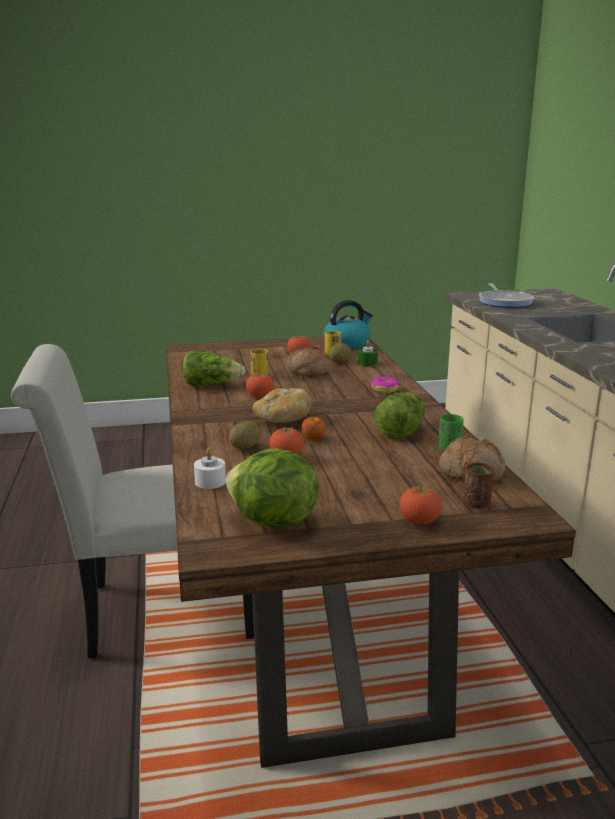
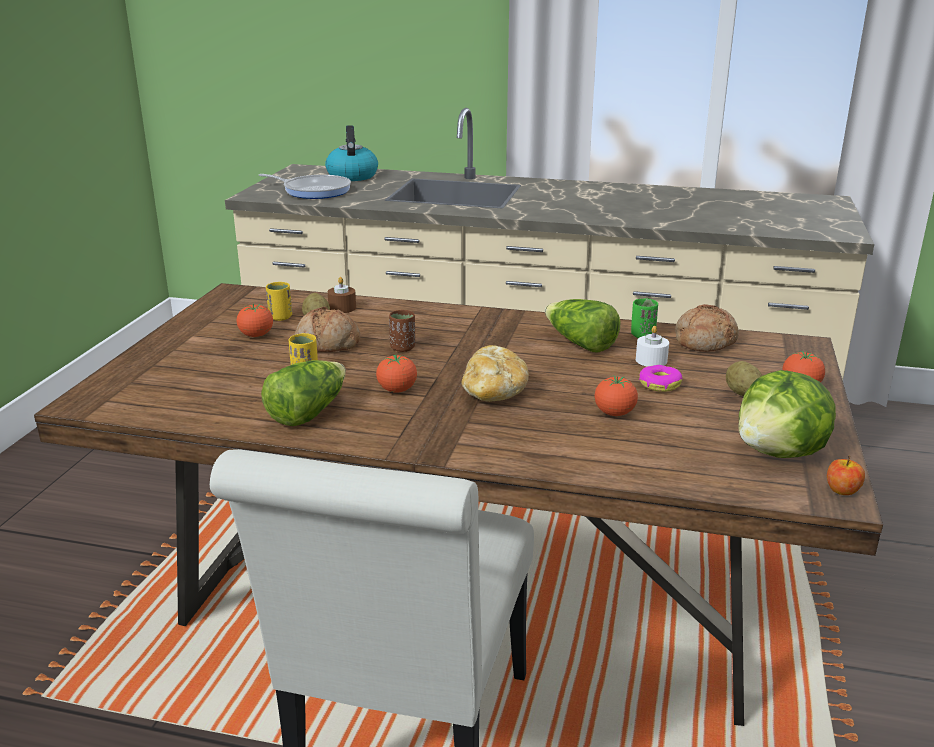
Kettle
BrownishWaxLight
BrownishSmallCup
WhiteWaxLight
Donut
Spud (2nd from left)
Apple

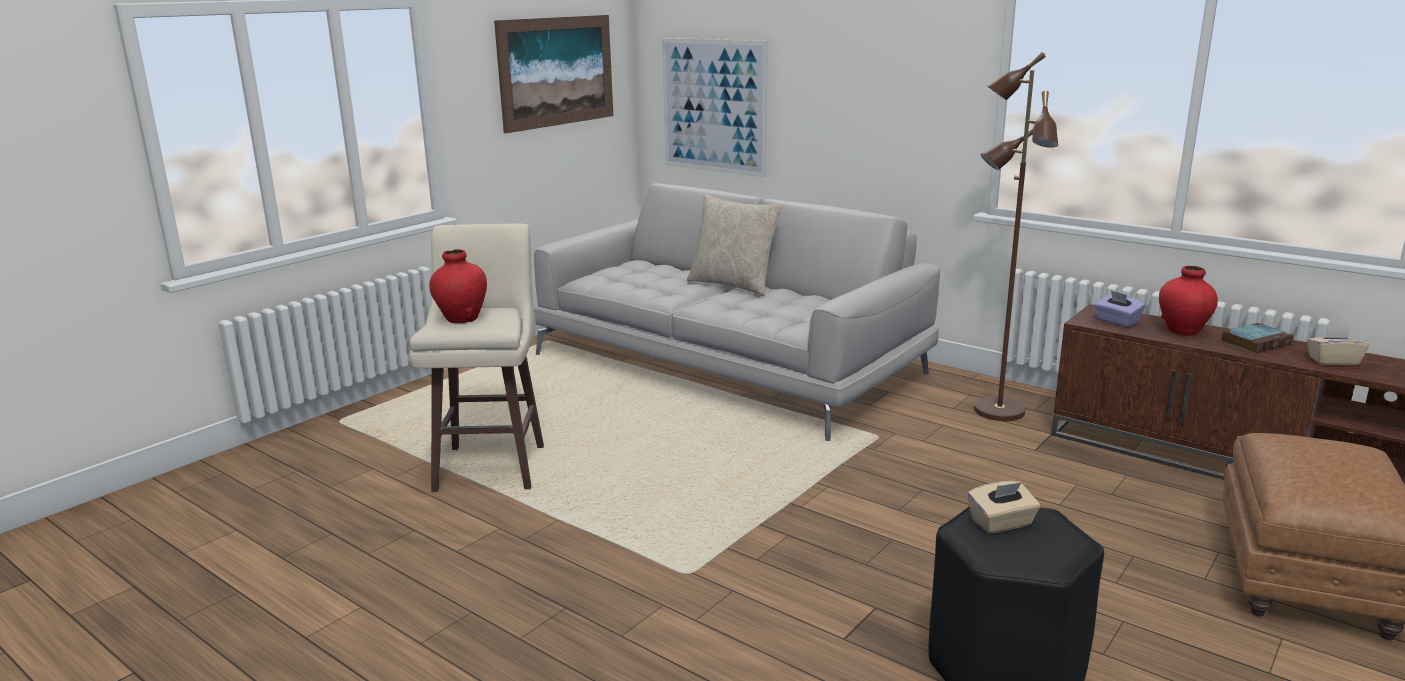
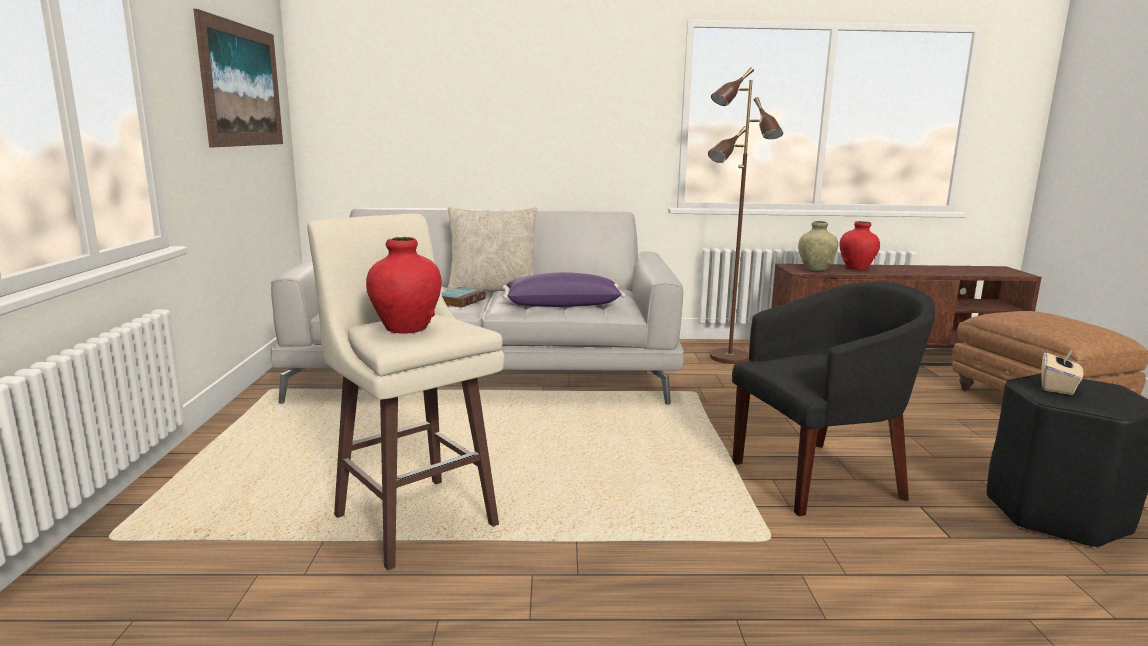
Book
PurpleColouredThrowPillow
BlackLoungeChair
BeigeDecorativeVase
WallPicture (2nd from left in the first image)
BeigeBoxOfTissues (2nd from left in the first image)

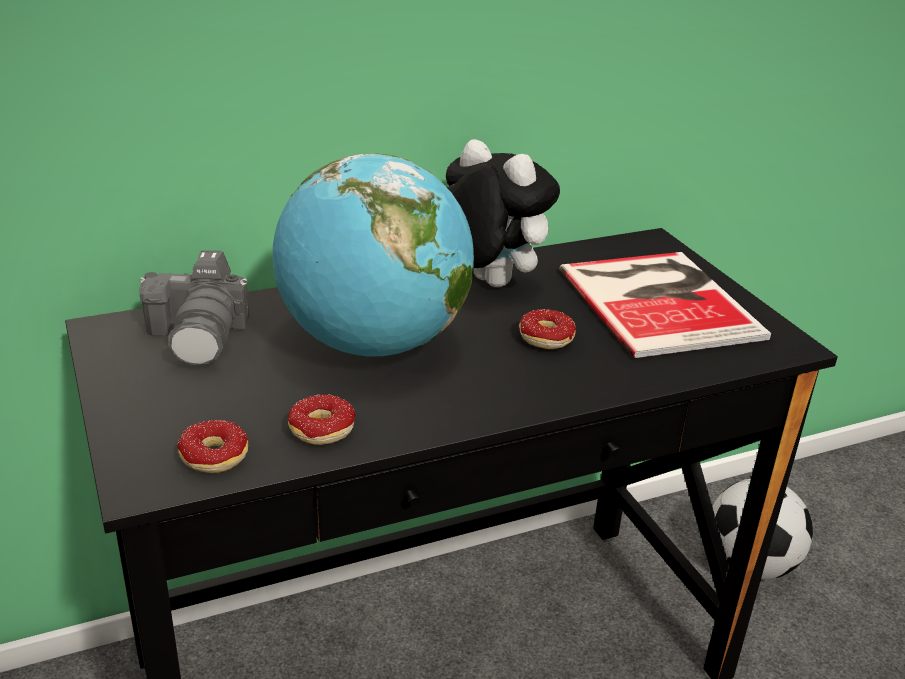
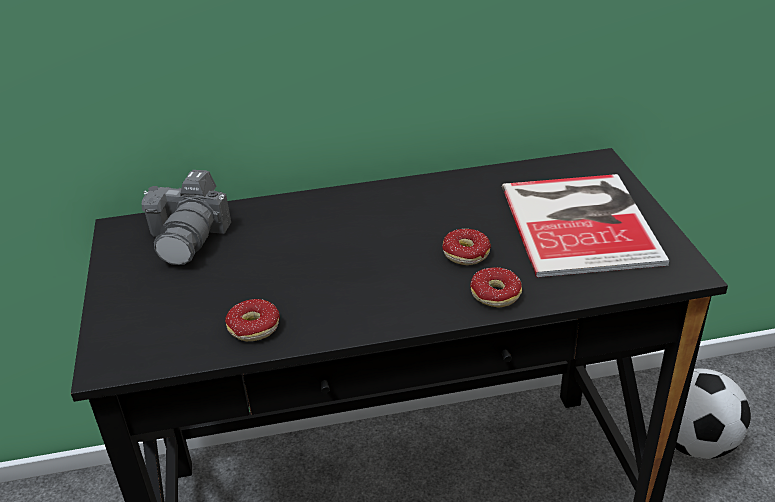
Donut (3rd from left)
WorldGlobe
CuddlyToy

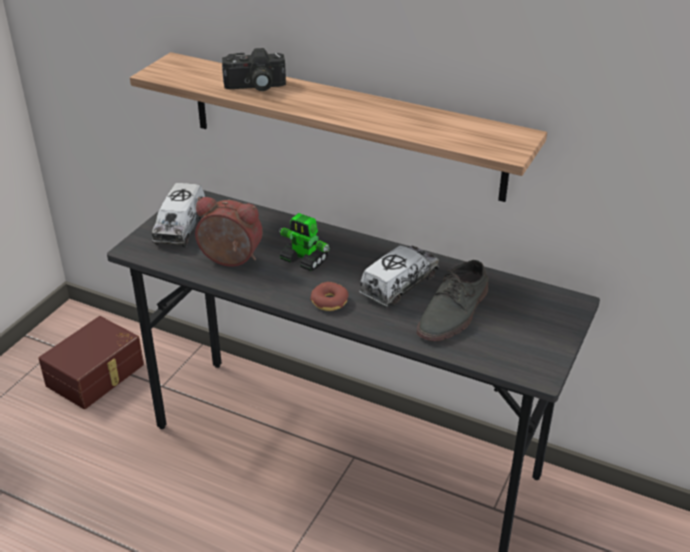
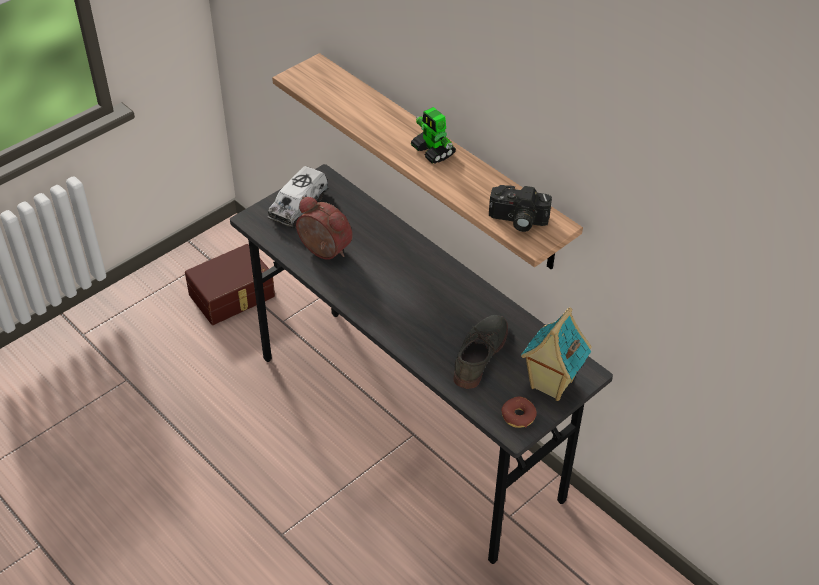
ToyRobot
GreyishShoe
PhotoCamera
Donut
ModelHouse
ToyTruck (2nd from left in the first image)

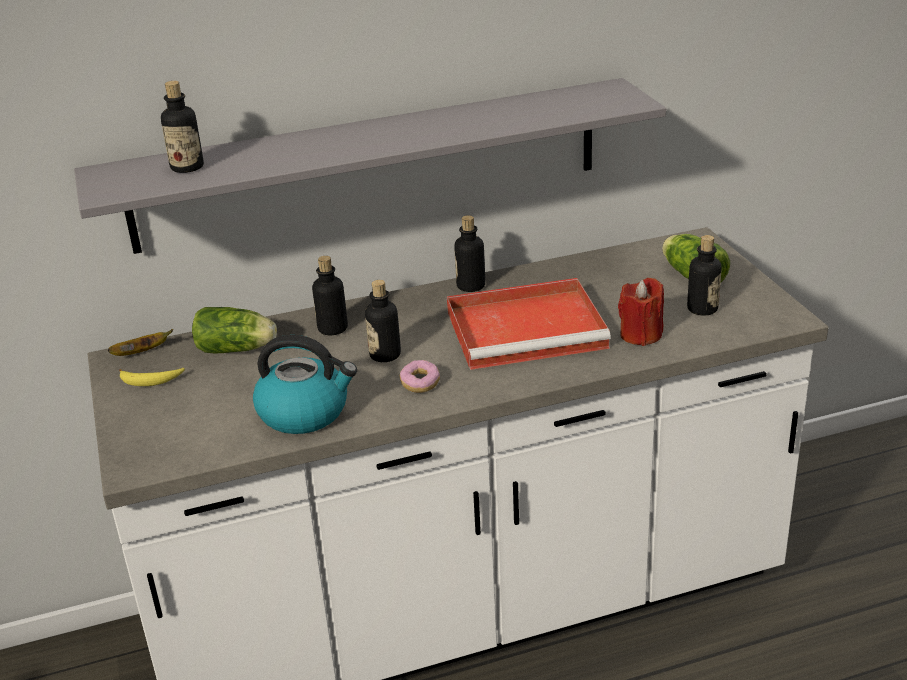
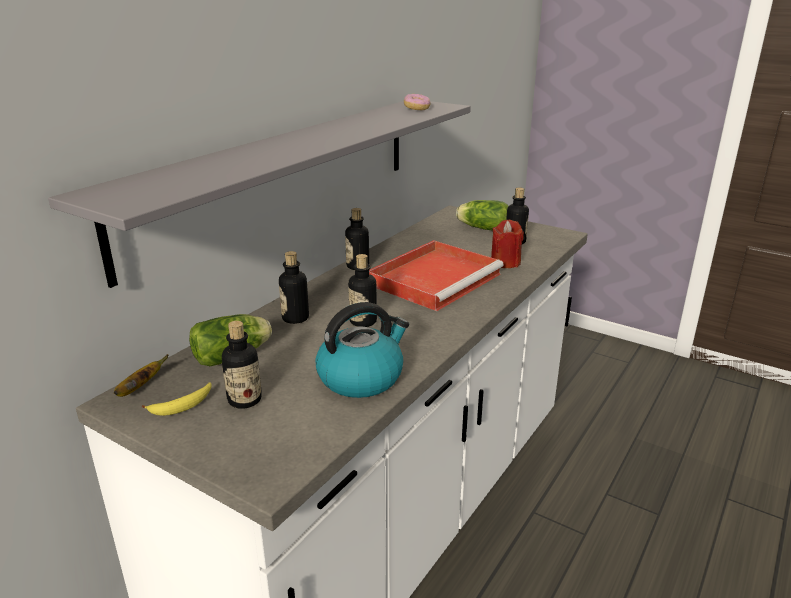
DrinkBottle (1st from left)
Donut

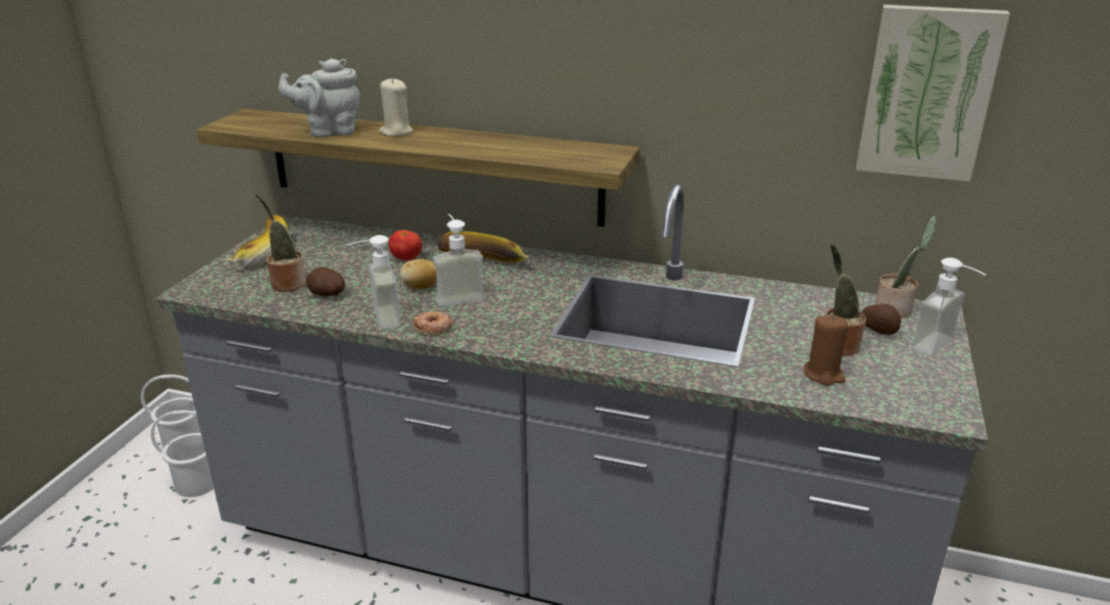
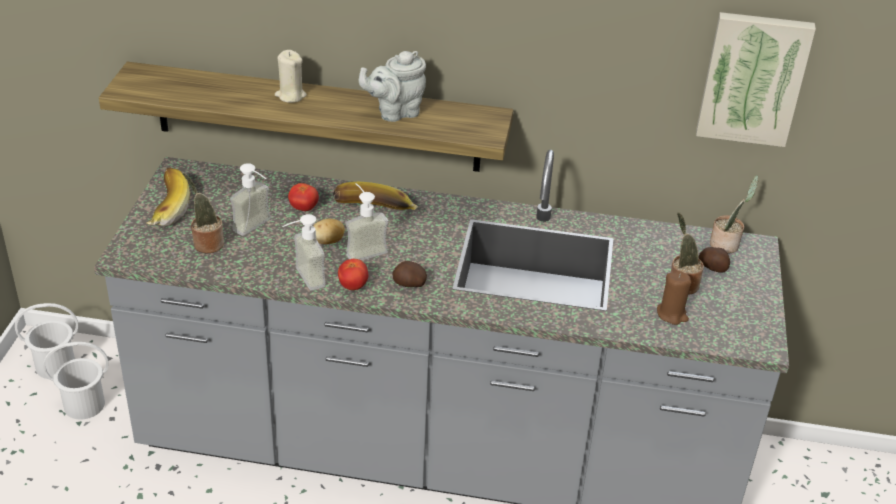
SoapDispenser (1st from left)
WholeTomato (2nd from left)
GreyishTeapot
Spud (2nd from left)

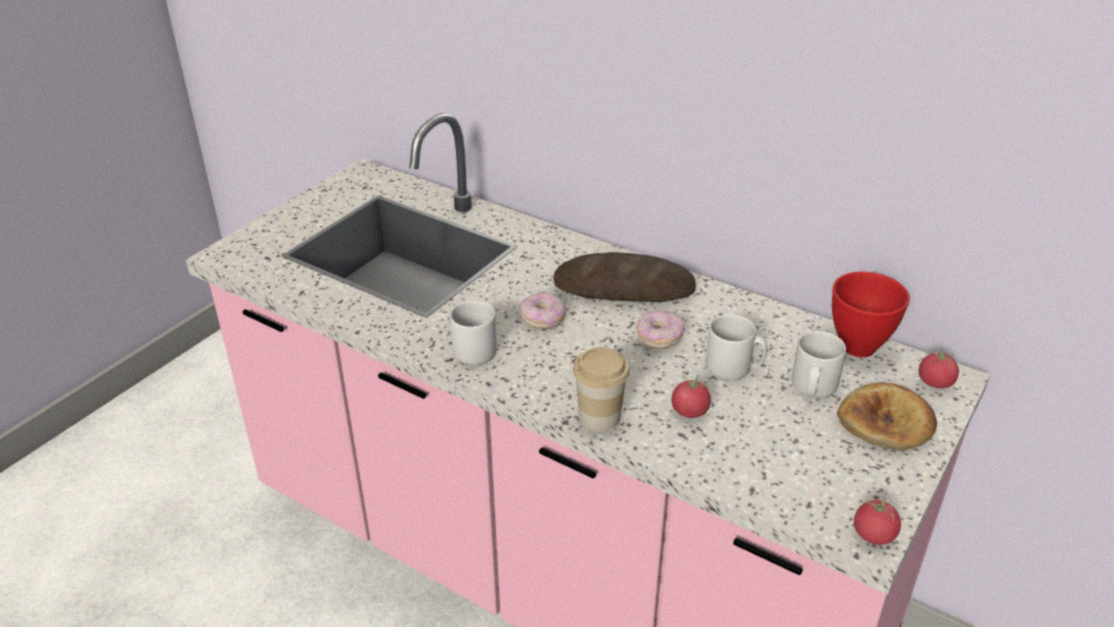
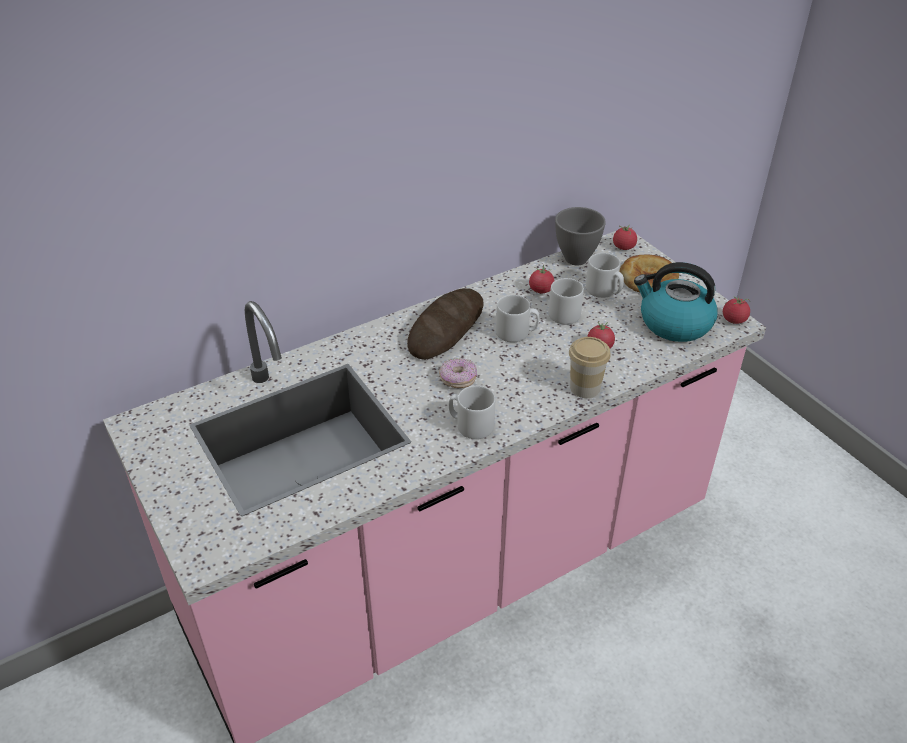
GreyishMug (2nd from left)
WholeTomato (1st from left)
GreyishDeepDish
Kettle

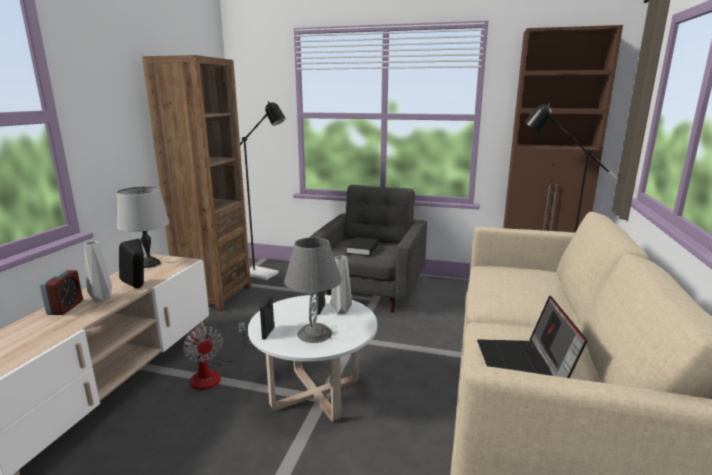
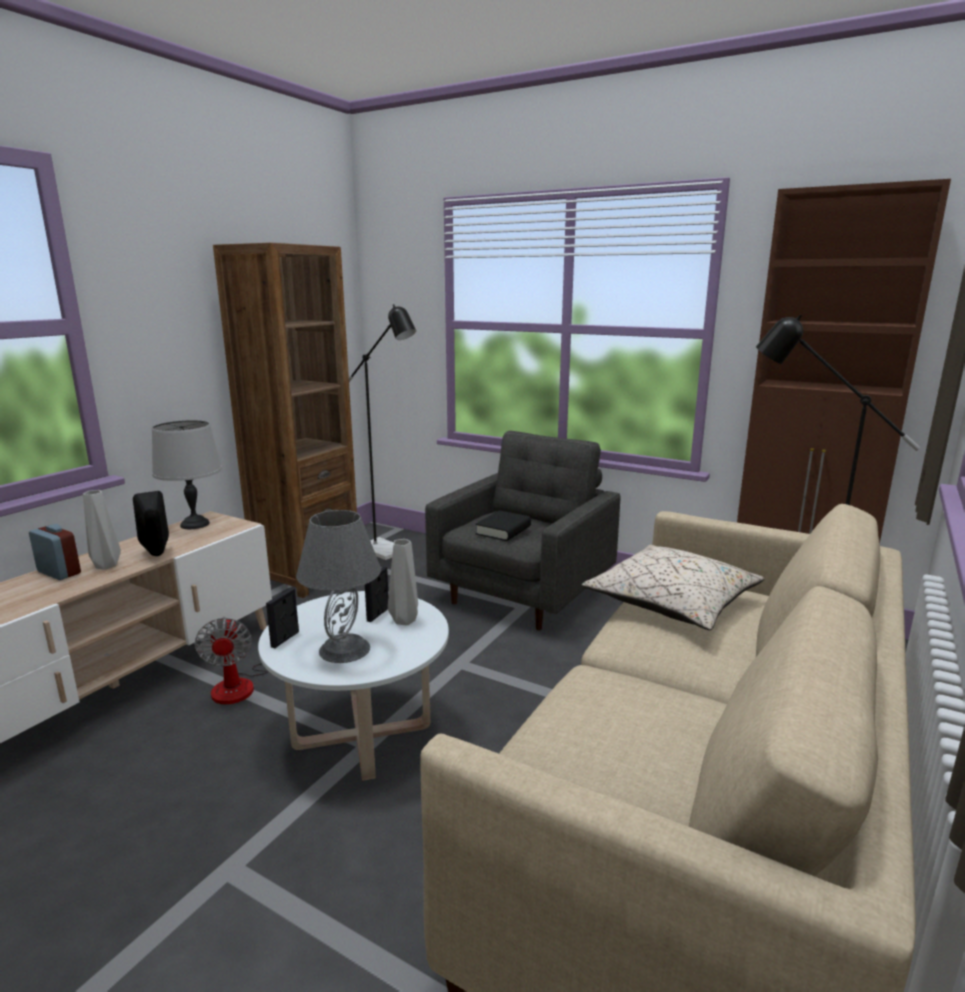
BedsideClock
BeigeThrowPillow
Laptop

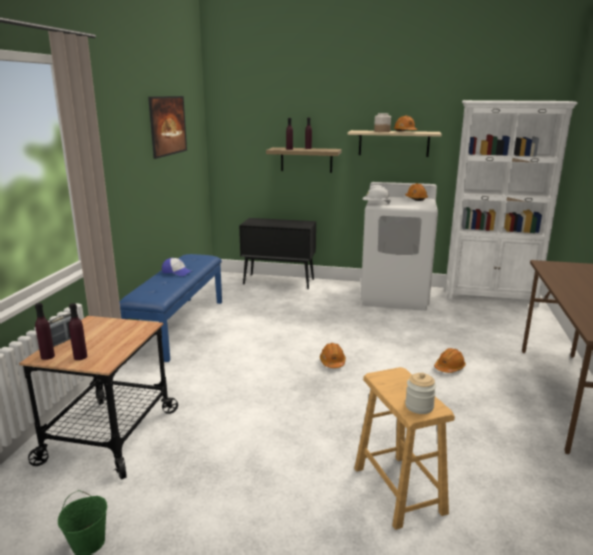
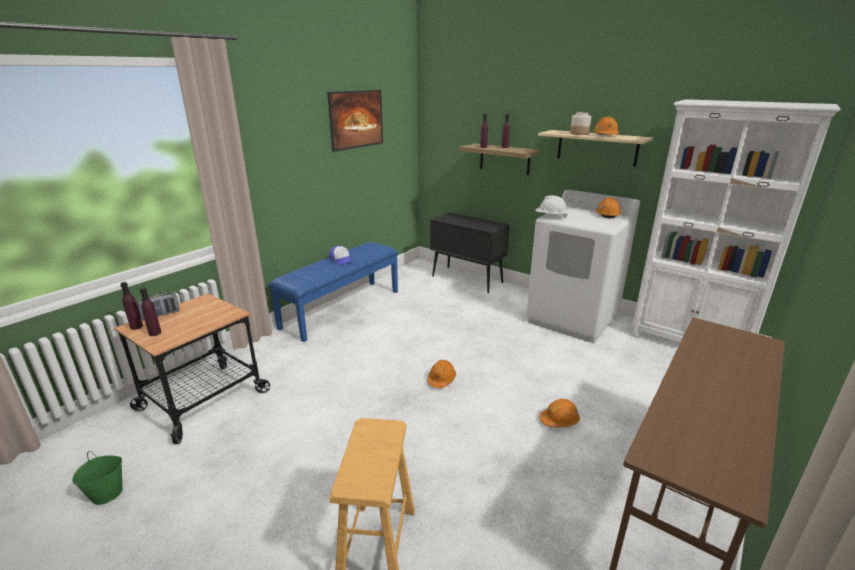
PreserveJar (2nd from left in the first image)

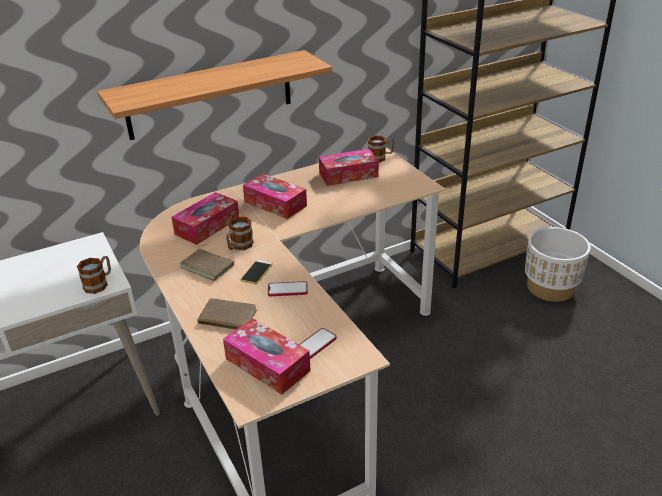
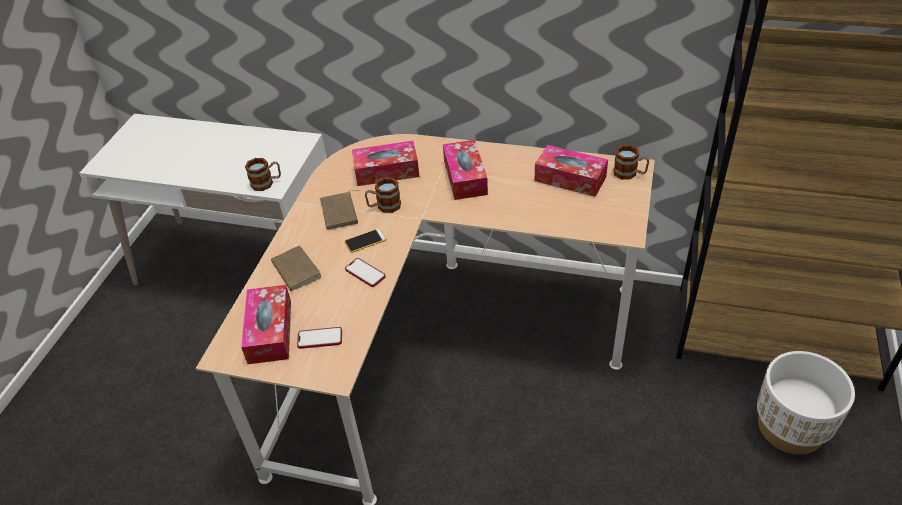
BracketShelf

